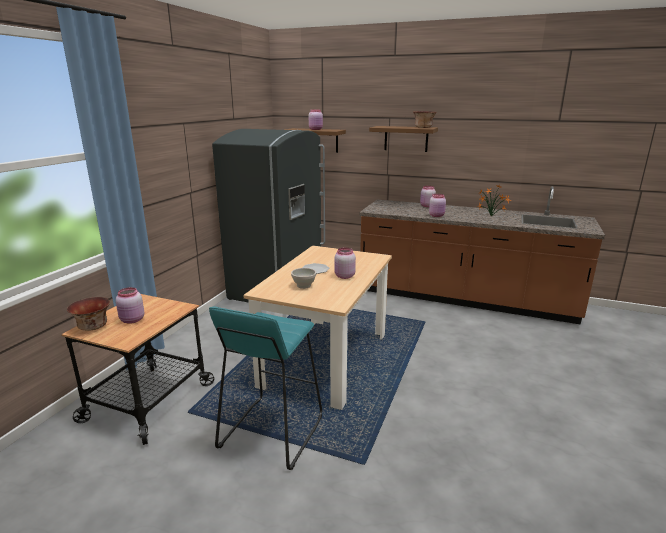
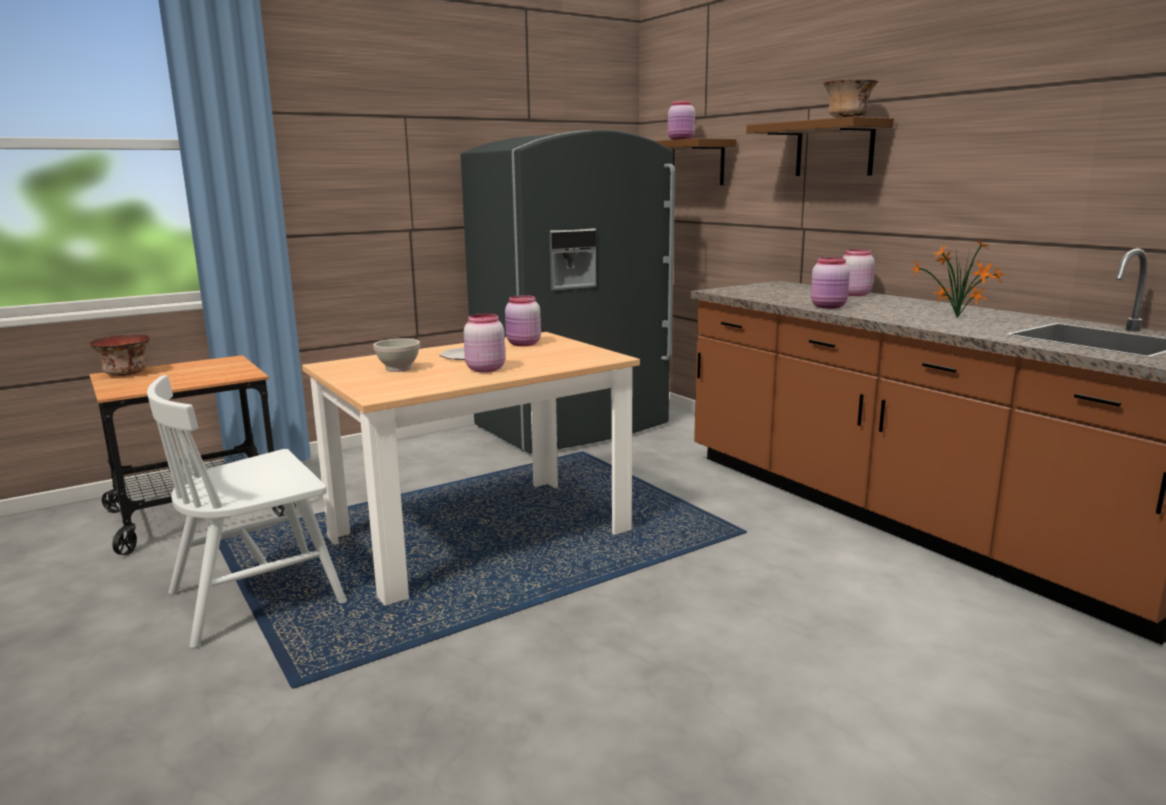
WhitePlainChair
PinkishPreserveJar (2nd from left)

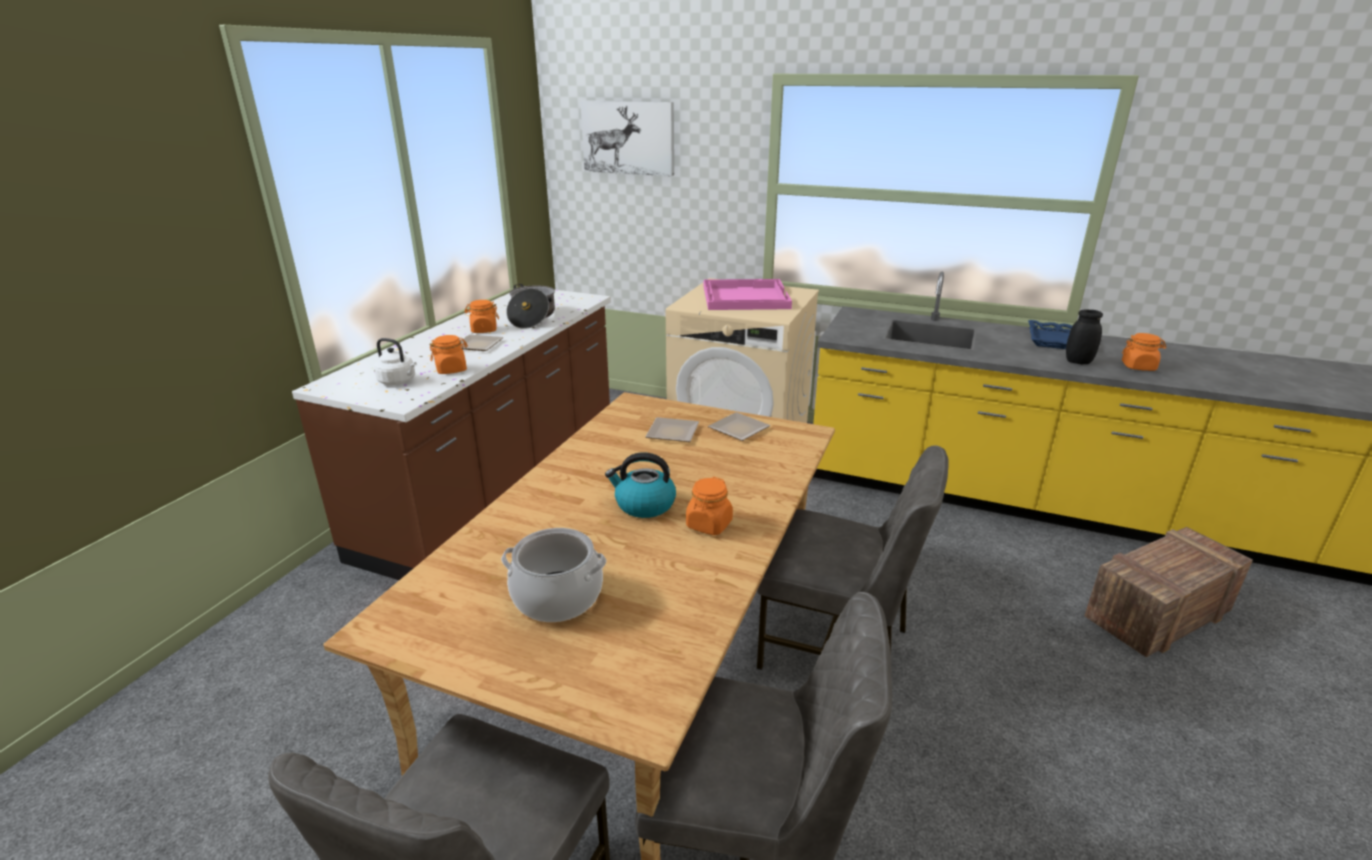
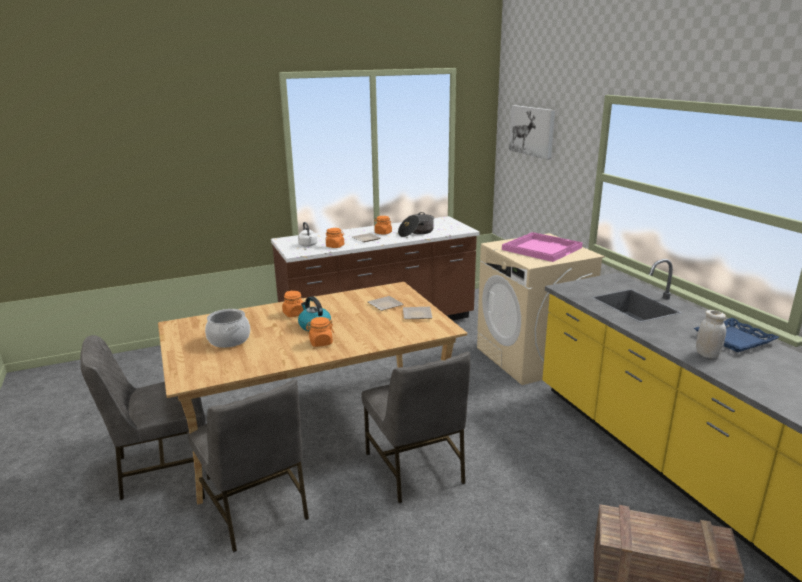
OrangeyPreserveJar (1st from left)
WhitePreserveJar

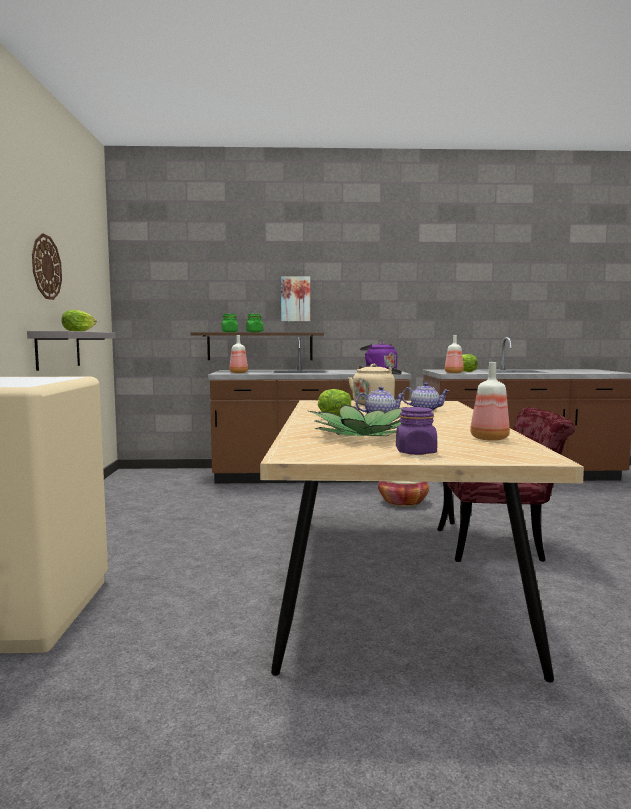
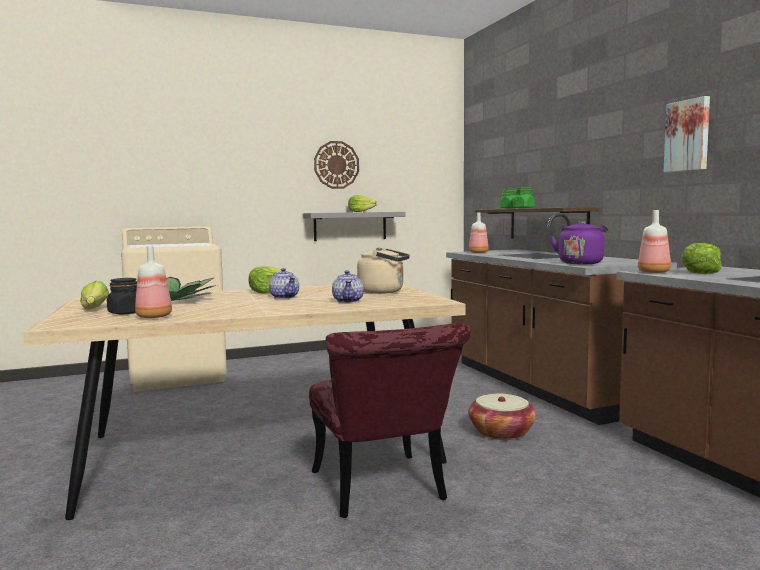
HeadOfLettuce (1st from left)
BlackPreserveJar
WallPicture

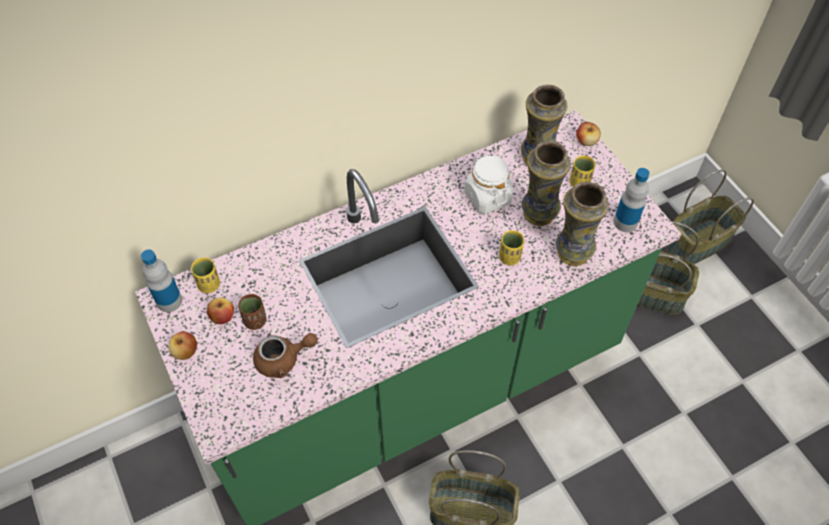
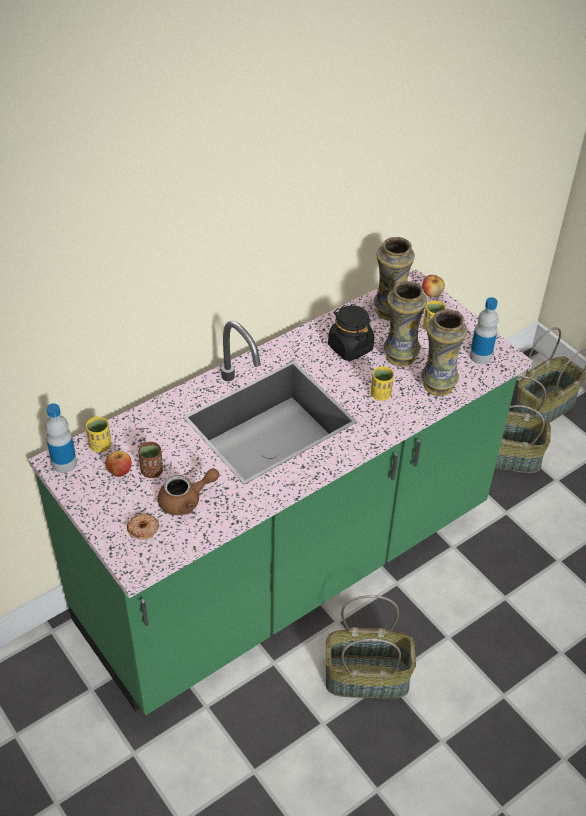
Donut
BlackPreserveJar
Apple (1st from left in the first image)

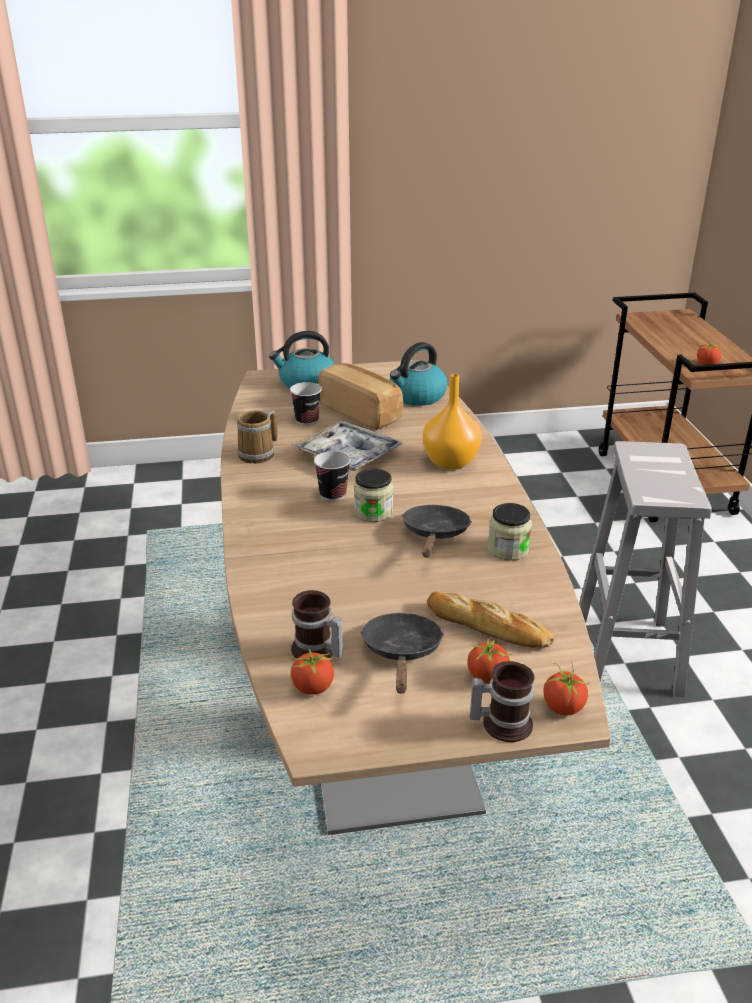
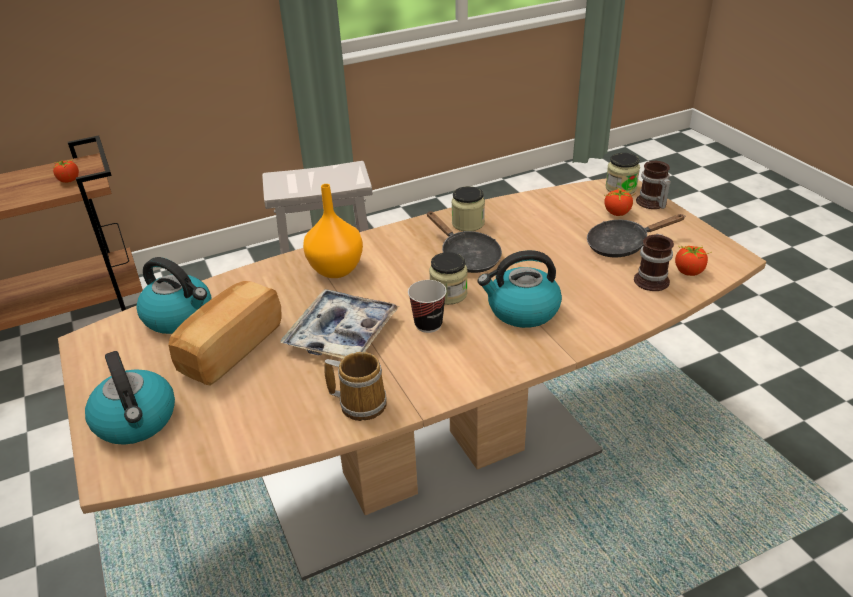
BlackFryingPan (1st from left)
Kettle (3rd from left)
PreserveJar (3rd from left)
SmallCup (1st from left in the first image)
BakeryBread (2nd from left in the first image)

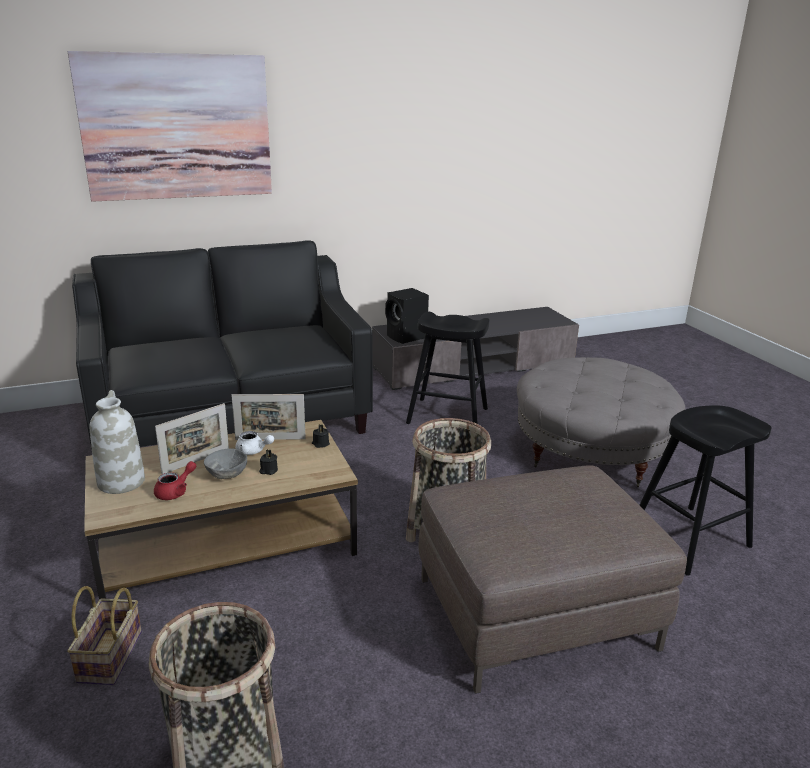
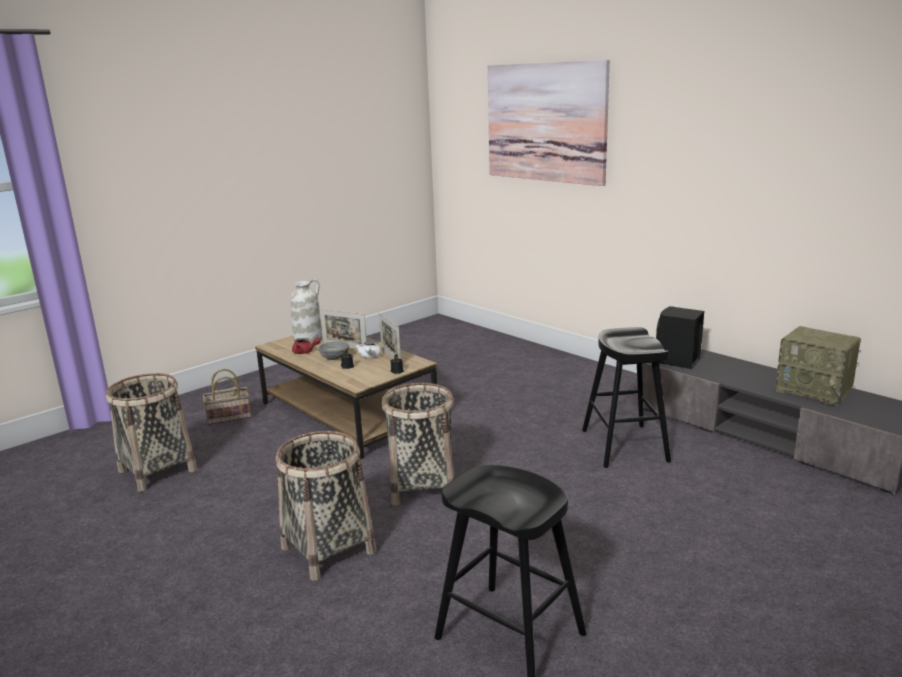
Basket (3rd from left)
RadioReceiver
BlackSofa
GreyishFootrest

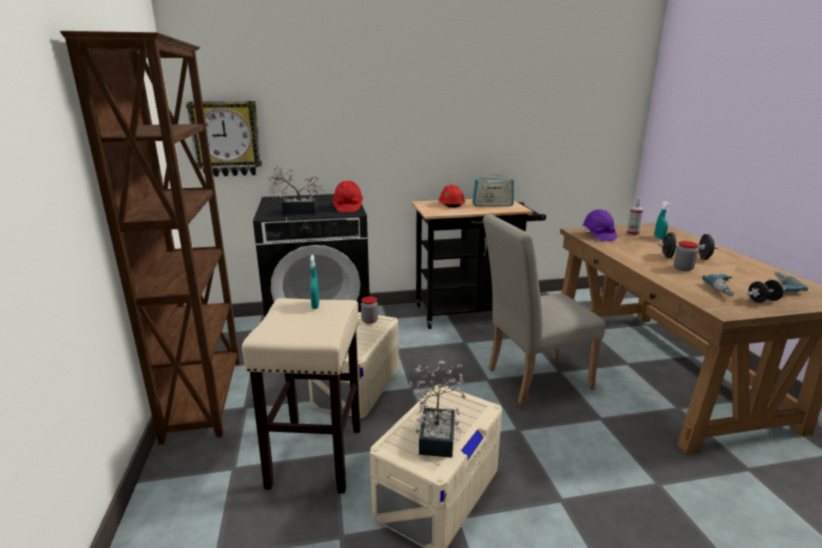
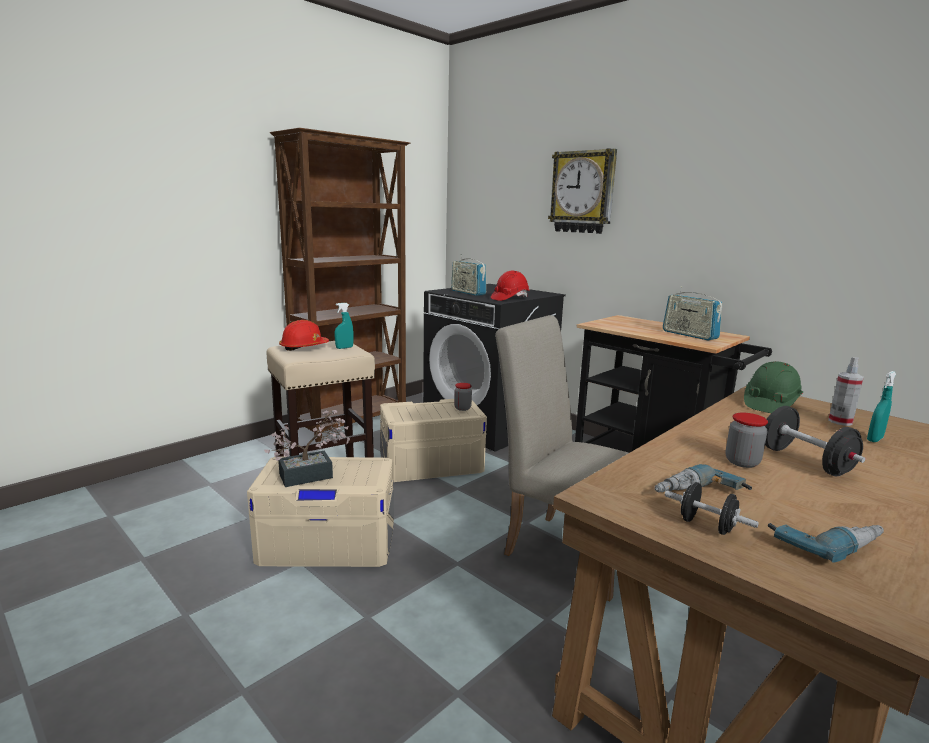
RedSafetyHelmet (1st from left)
RadioReceiver (1st from left)
ClockOnTheWall
GreenSafetyHelmet

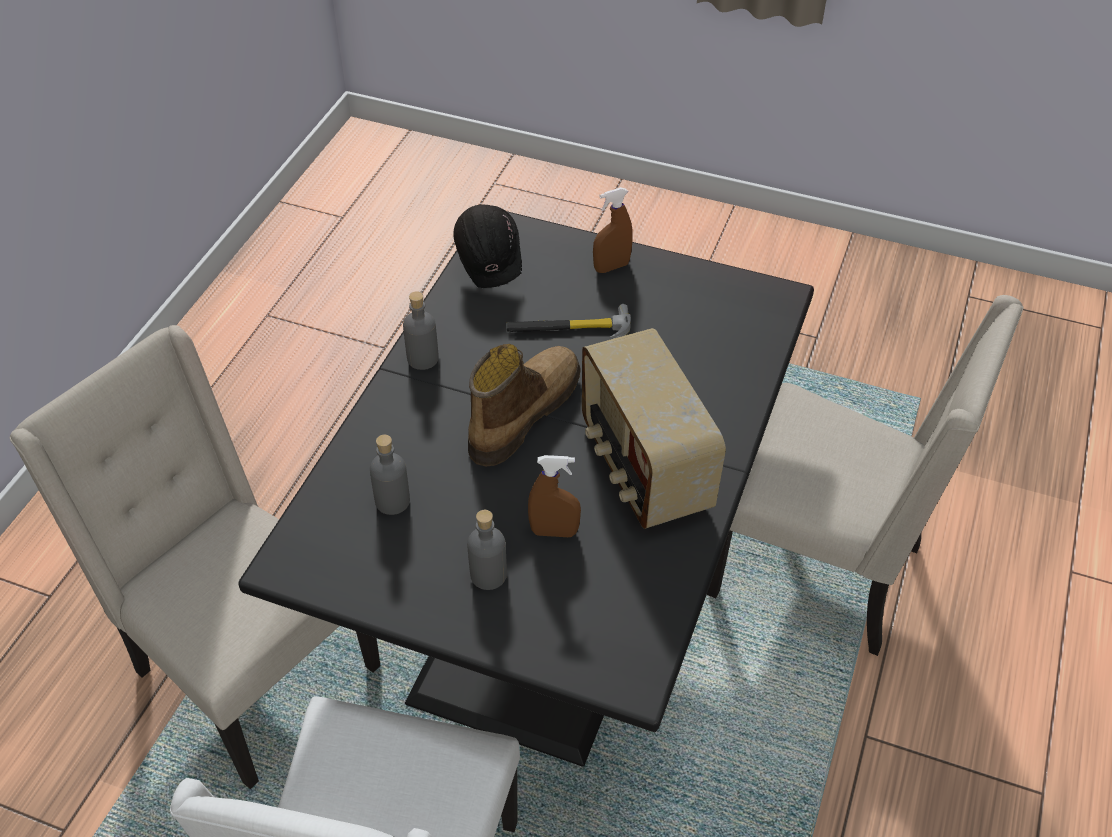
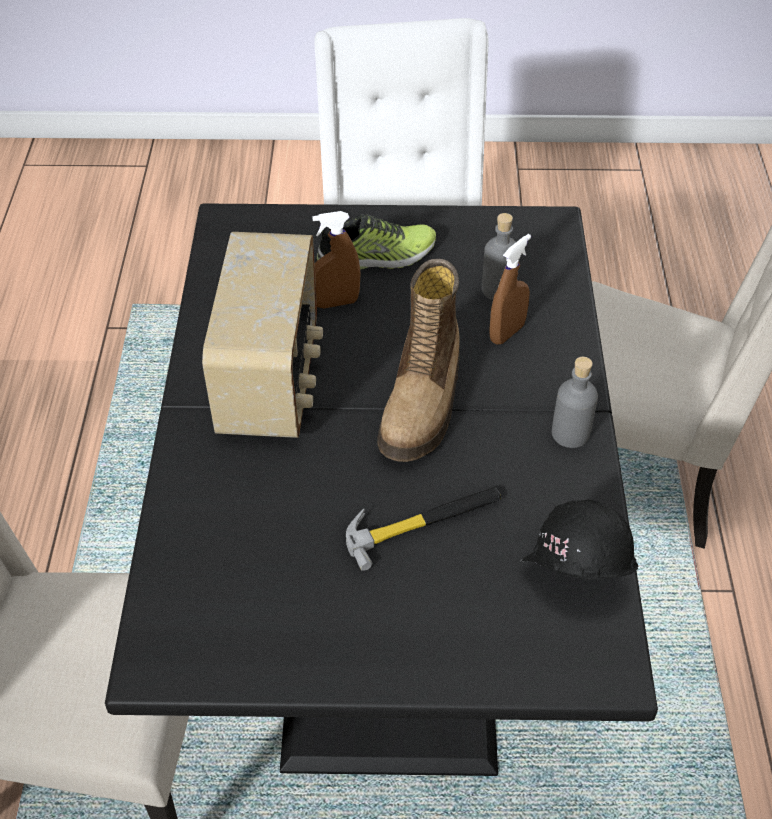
RadioReceiver
Shoe
BrownishSprayBottle (2nd from left)

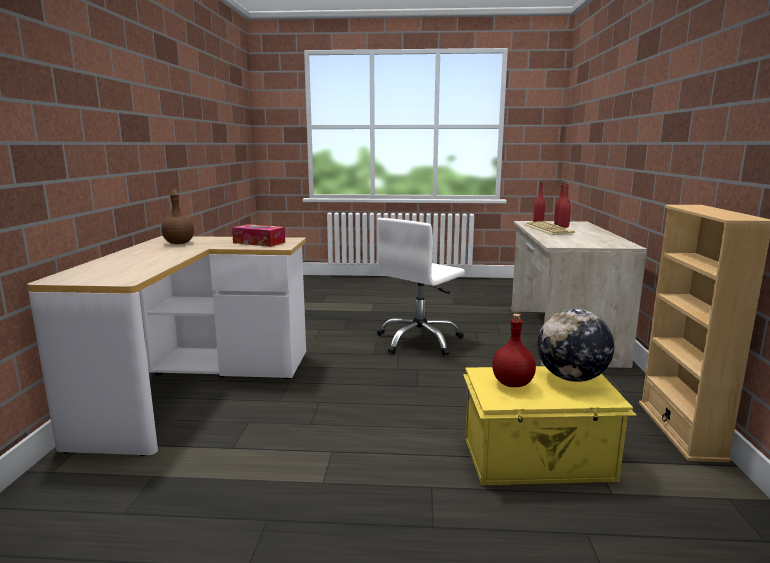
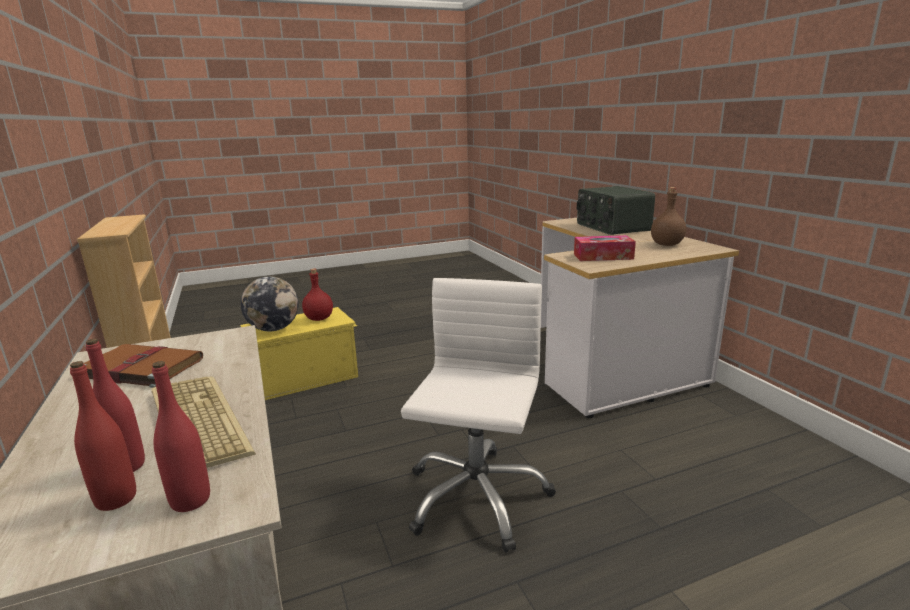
BrownishBook
RadioReceiver

